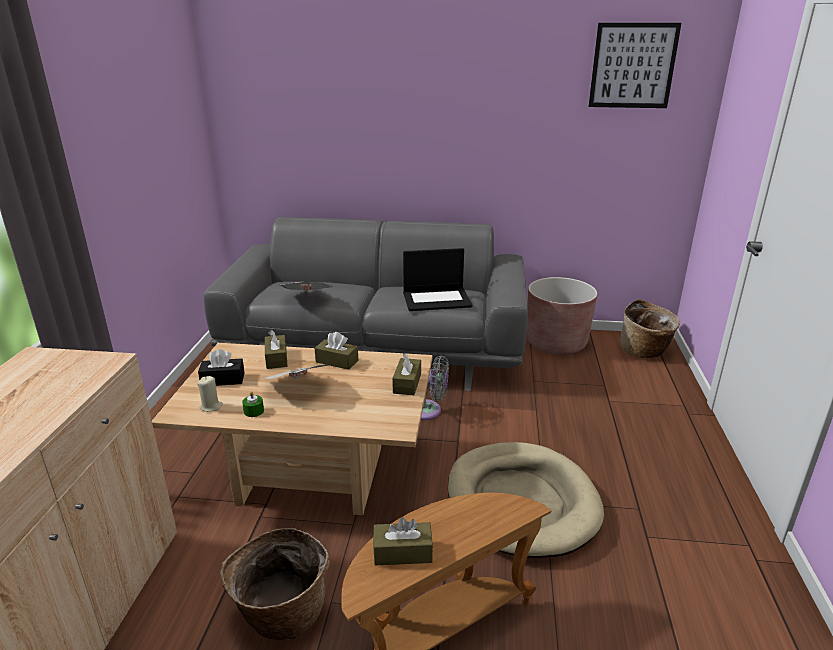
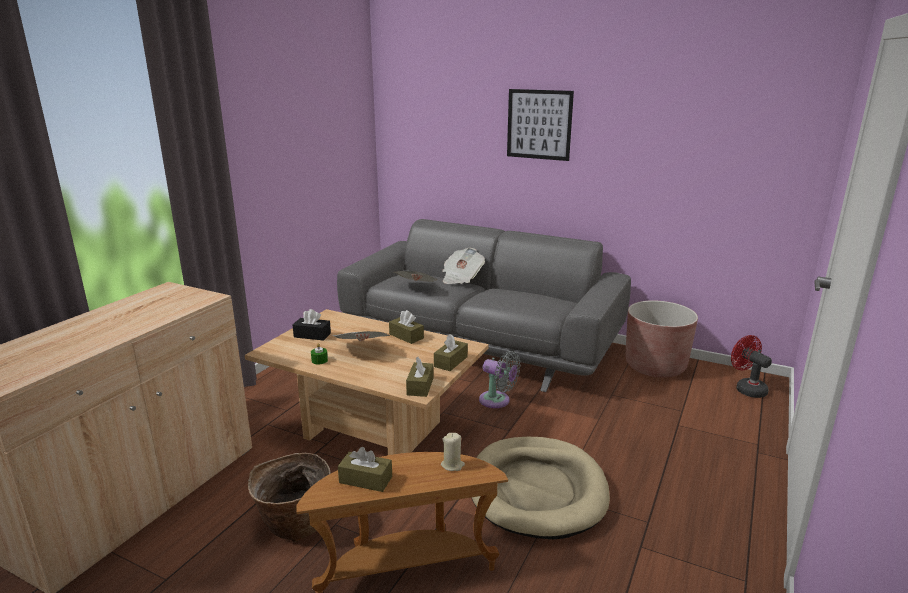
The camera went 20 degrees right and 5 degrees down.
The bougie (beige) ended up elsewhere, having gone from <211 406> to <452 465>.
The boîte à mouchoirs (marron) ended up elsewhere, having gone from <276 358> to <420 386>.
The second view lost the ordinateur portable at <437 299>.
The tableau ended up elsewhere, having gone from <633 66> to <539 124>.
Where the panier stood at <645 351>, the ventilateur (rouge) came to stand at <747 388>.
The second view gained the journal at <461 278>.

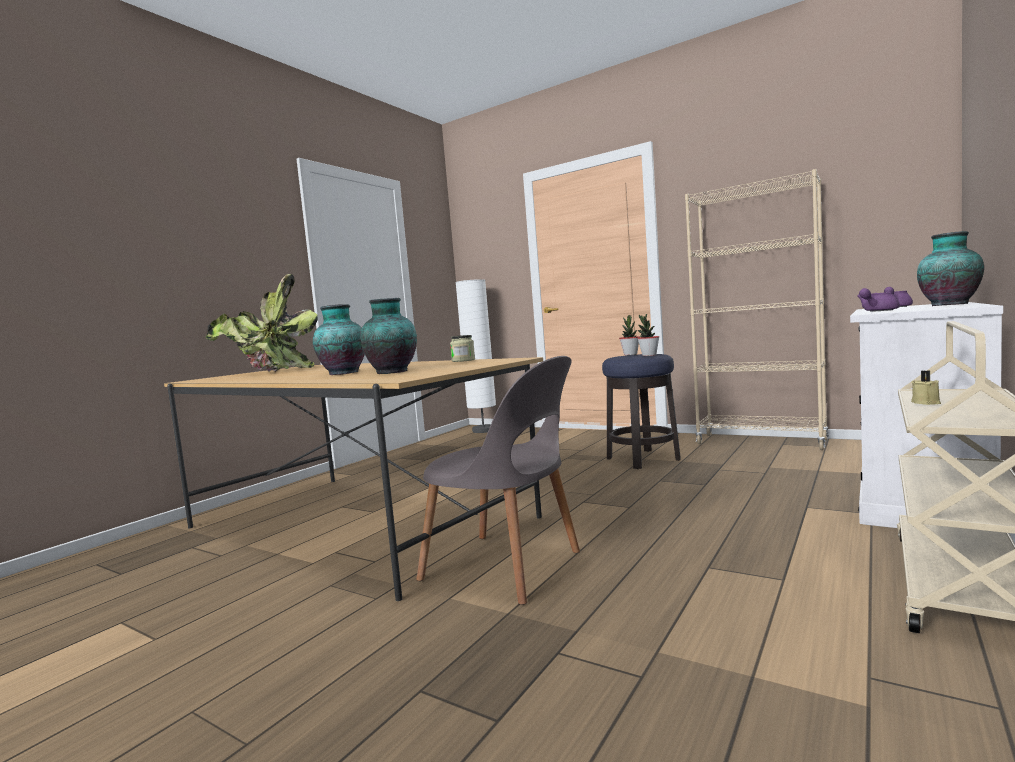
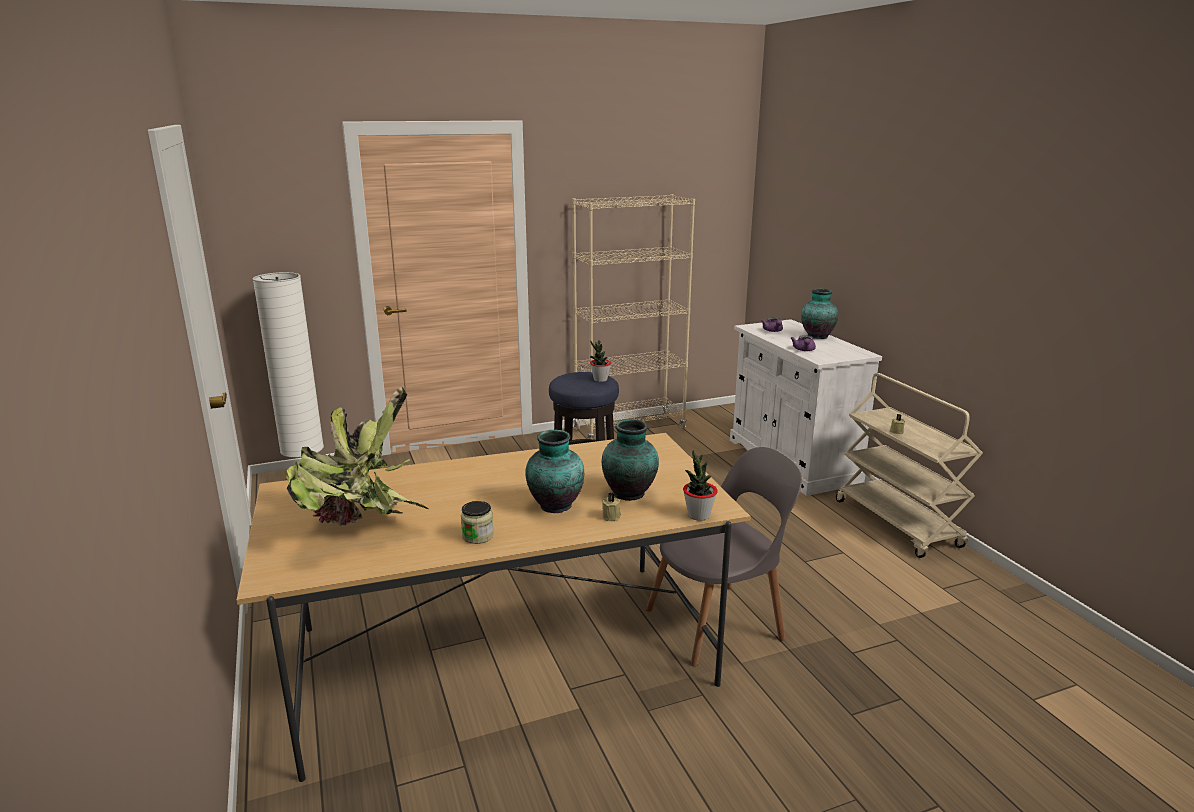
The camera went 55 degrees left and 15 degrees up.
The bocal ended up elsewhere, having gone from <463 360> to <478 536>.
The plante en pot ended up elsewhere, having gone from <630 354> to <698 515>.
The second view gained the bougie (beige) at <612 516>.

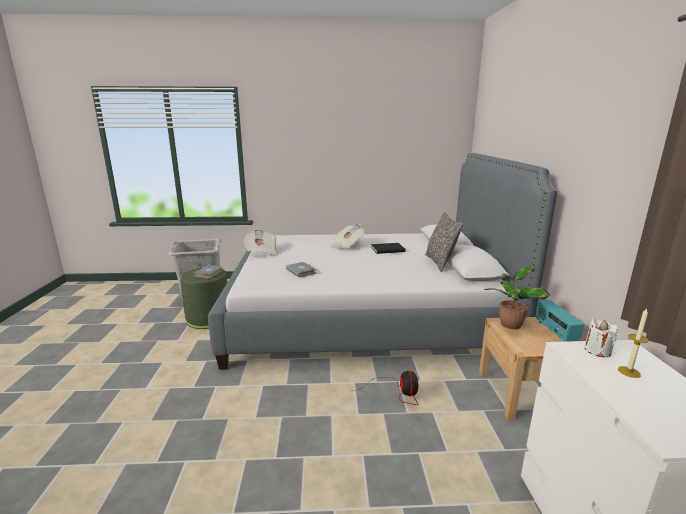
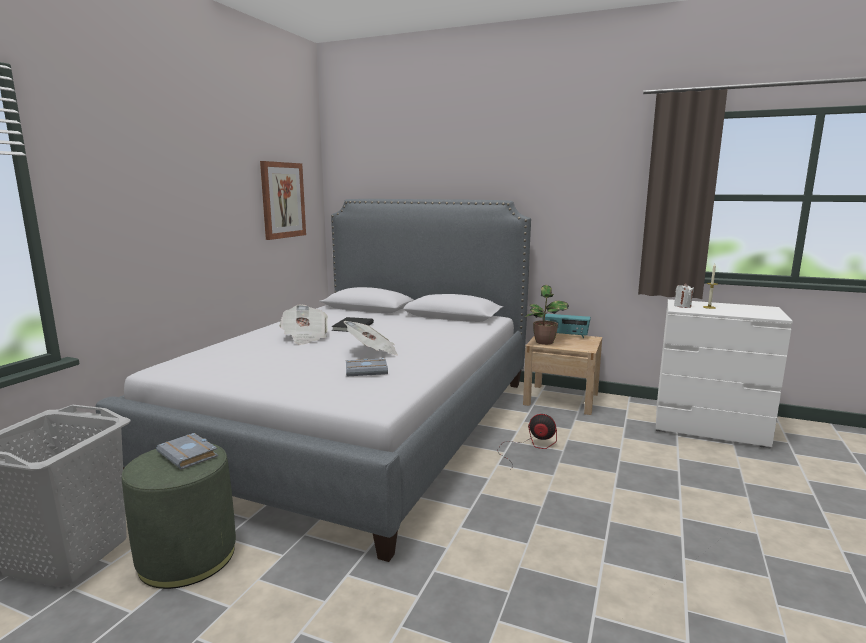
The camera went 65 degrees left and 5 degrees down.
The journal ended up elsewhere, having gone from <261 252> to <372 352>.
The second view lost the coussin at <440 262>.
The second view gained the tableau at <282 200>.

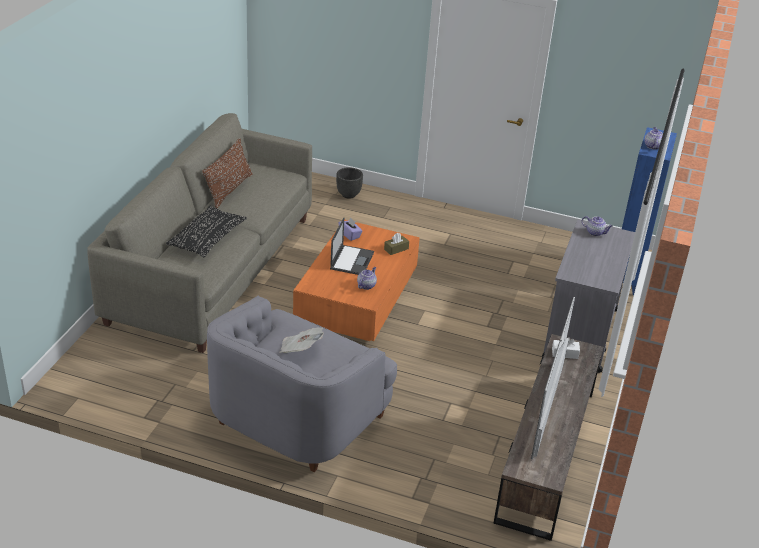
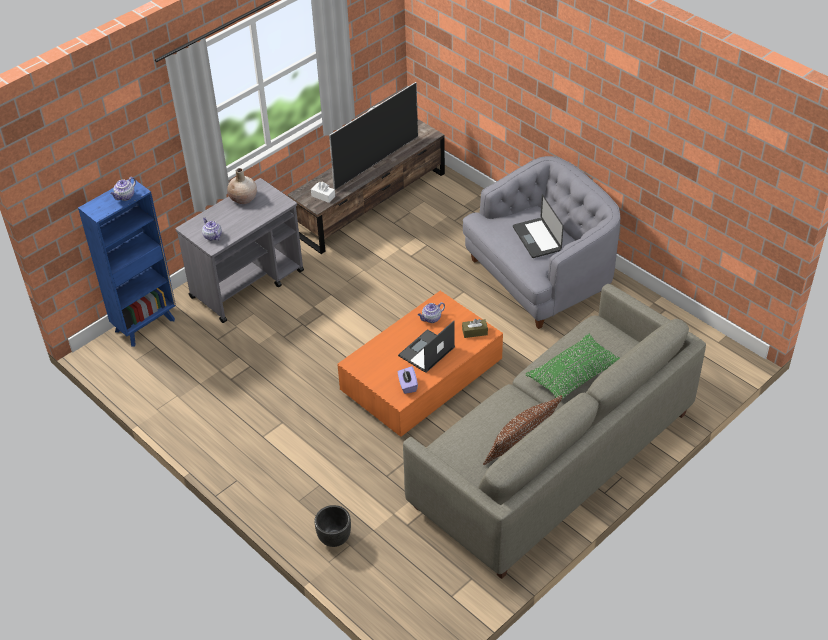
The camera went 150 degrees left and 10 degrees up.
What was the coussin (noir) at <207 239> turned into the coussin (vert) at <573 374>.
Where the journal stood at <300 349>, the ordinateur portable came to stand at <536 239>.
The boîte à mouchoirs (marron) ended up elsewhere, having gone from <396 249> to <474 332>.
The second view gained the vase (beige) at <243 198>.

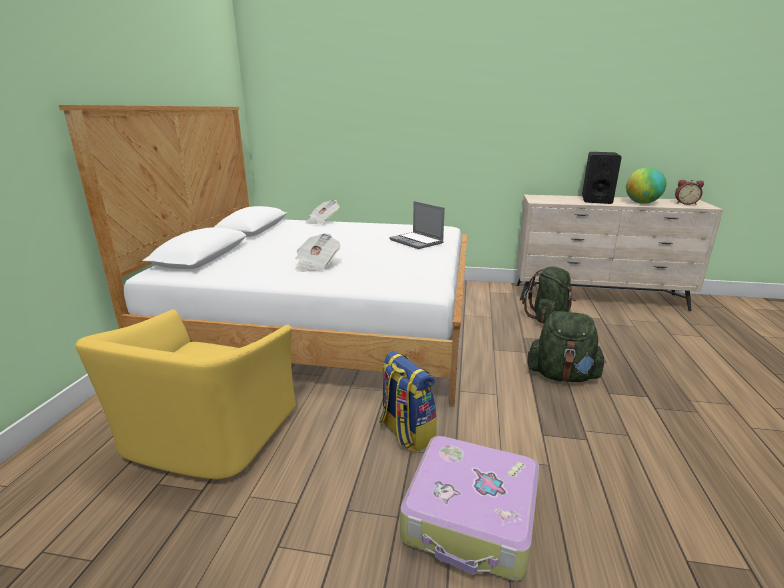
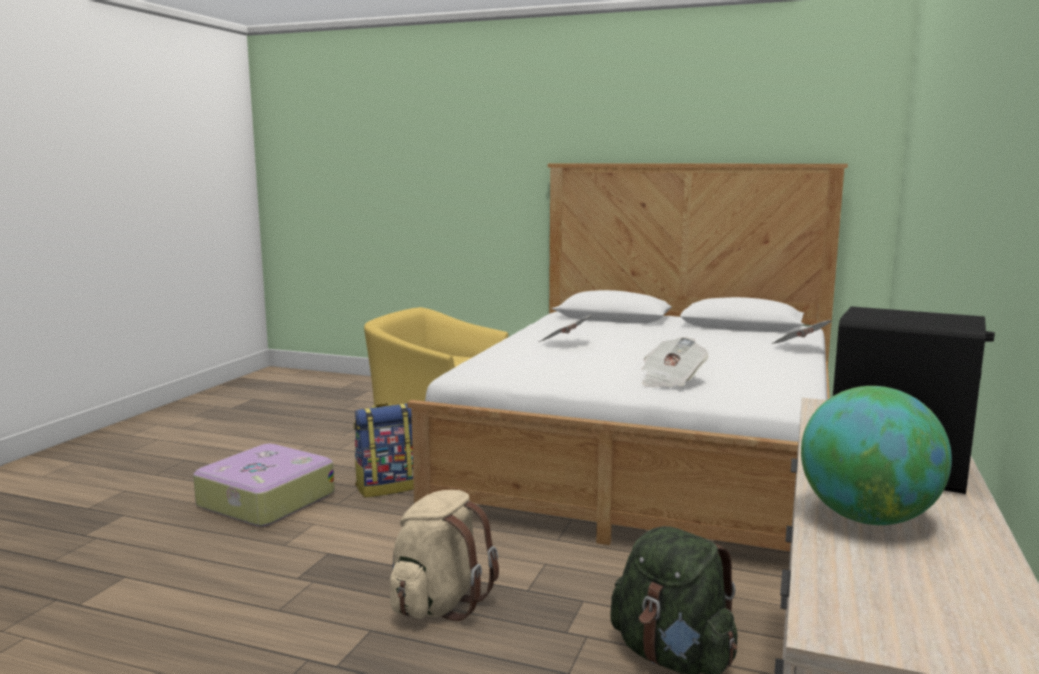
The camera went 100 degrees right and 10 degrees down.
Where the ordinateur portable stood at <417 241>, the journal came to stand at <670 381>.
What was the sac à dos (vert) at <562 376> turned into the sac à dos (beige) at <439 603>.
The second view lost the réveil at <685 203>.

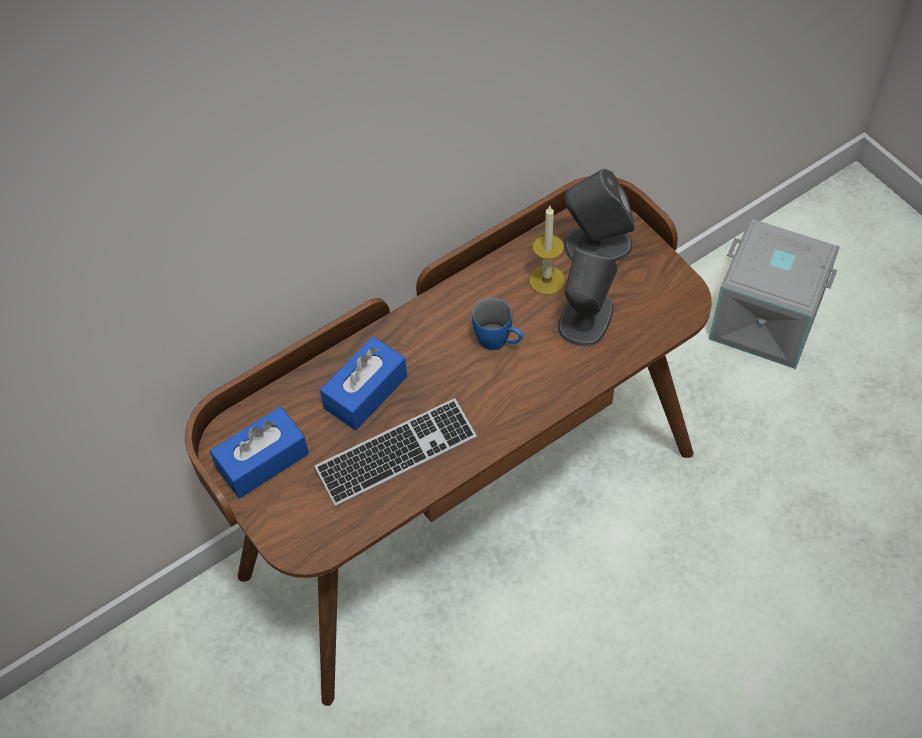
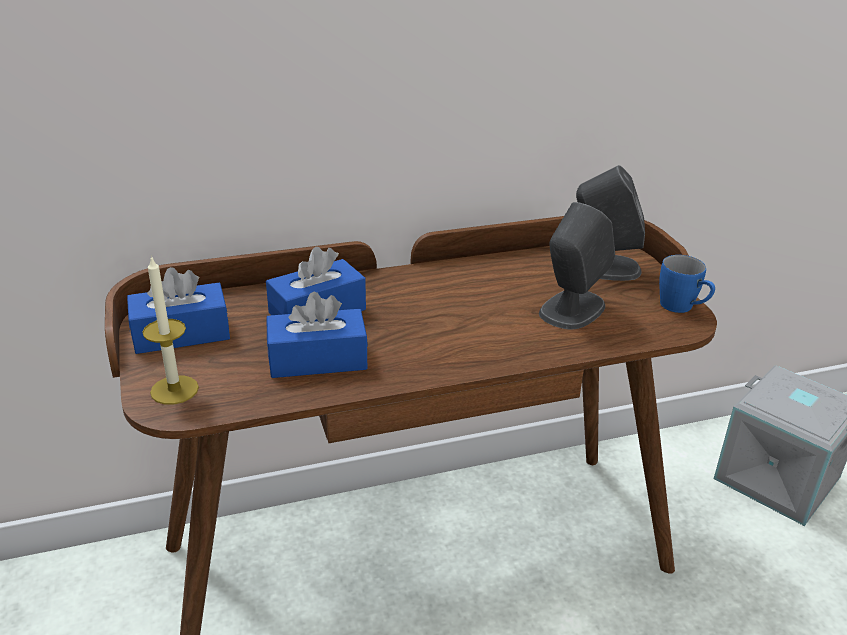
The camera went 15 degrees right and 25 degrees down.
Where the clavier stood at <396 454>, the boîte à mouchoirs (bleu) came to stand at <317 359>.
The mug (bleu) ended up elsewhere, having gone from <499 341> to <682 308>.
The bougie ended up elsewhere, having gone from <546 280> to <174 390>.

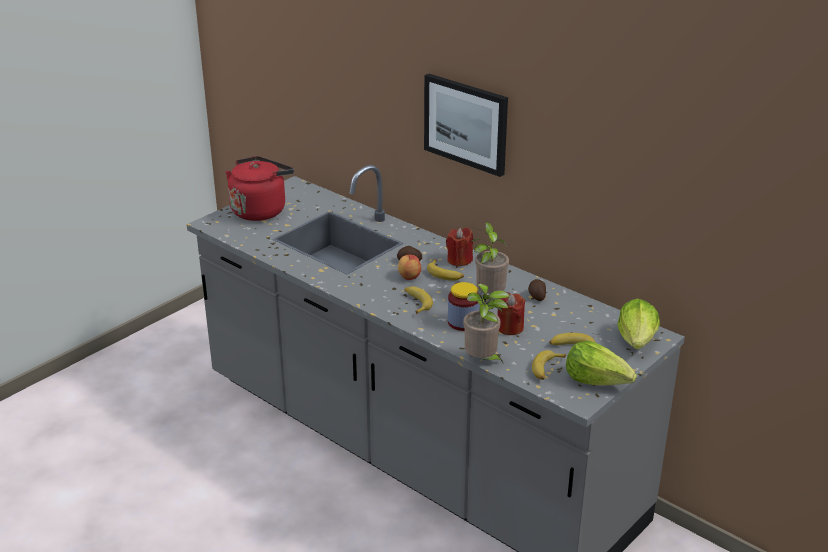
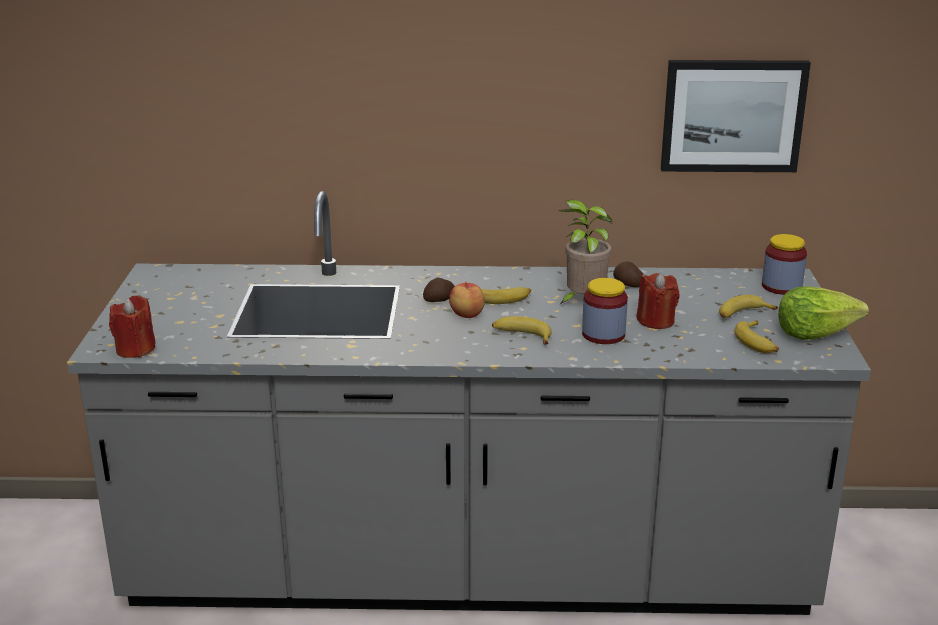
The camera went 40 degrees left and 5 degrees down.
The second view lost the bouilloire (rouge) at <260 210>.
The tableau ended up elsewhere, having gone from <466 123> to <732 115>.
The bougie (rouge) ended up elsewhere, having gone from <459 260> to <135 349>.
The second view lost the plante en pot at <482 361>.
Where the laitue stood at <637 340>, the bocal came to stand at <781 286>.

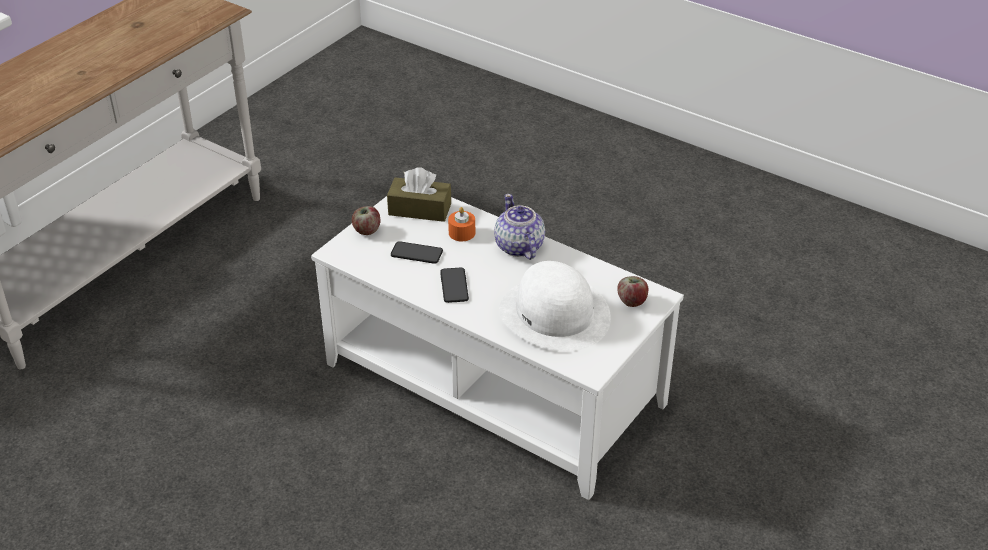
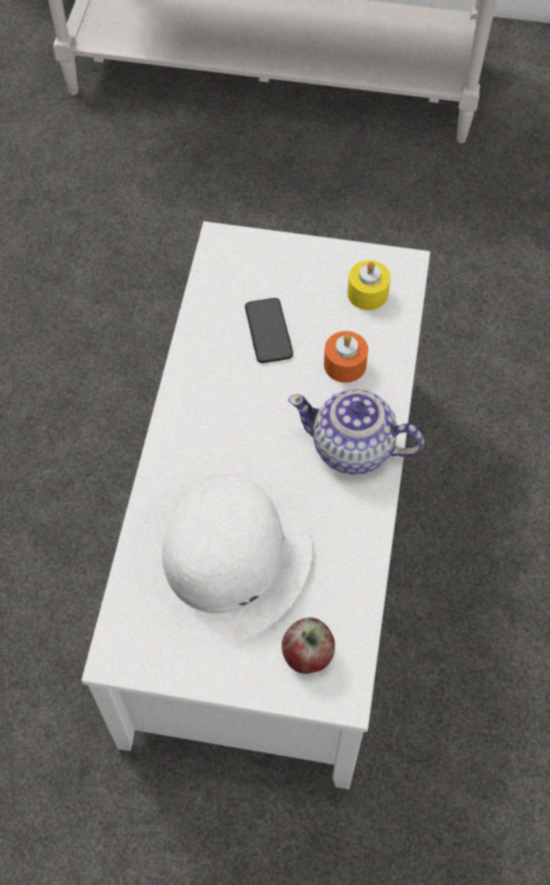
The camera went 65 degrees right and 20 degrees up.
The second view lost the pomme at <366 230>.
Where the boîte à mouchoirs (marron) stood at <419 209>, the bougie (jaune) came to stand at <367 293>.
The second view lost the téléphone at <454 286>.
The théière at <519 247> ended up facing another way, 120 degrees counterclockwise from before.

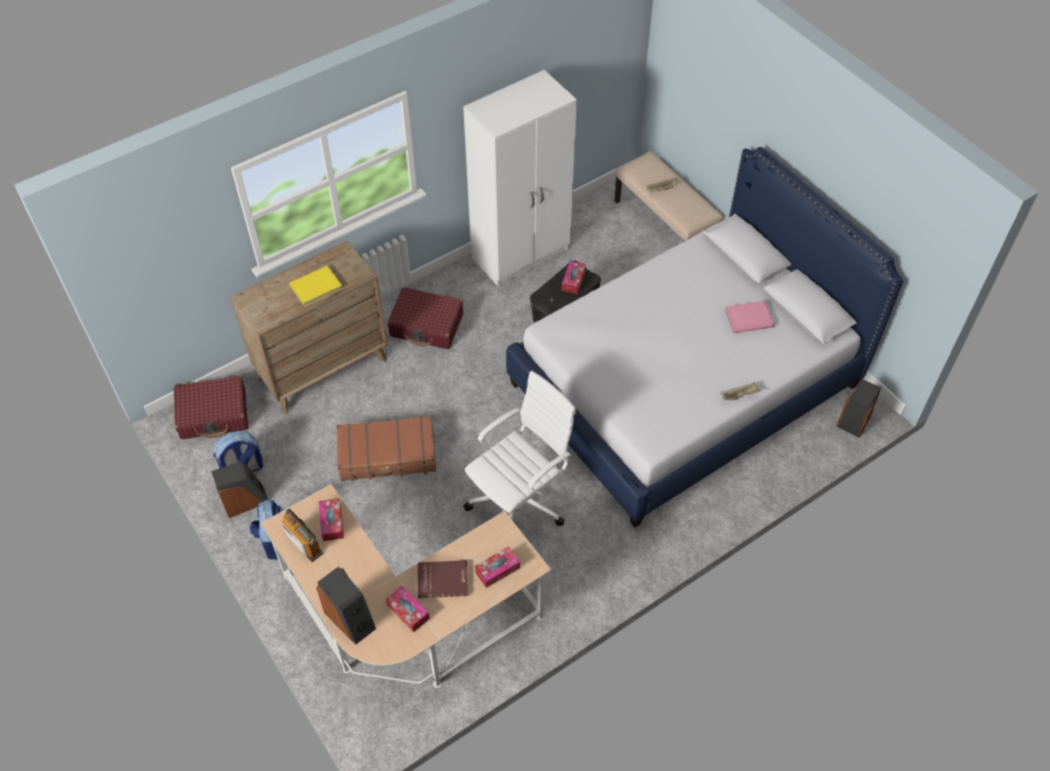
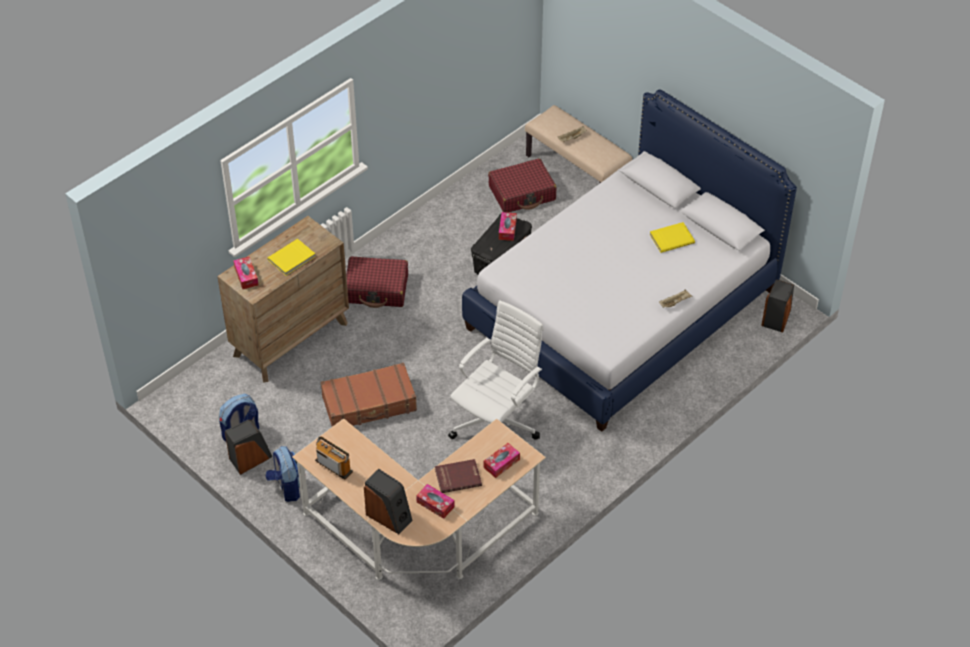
The camera went 10 degrees left and 5 degrees down.
The valise (rouge) ended up elsewhere, having gone from <214 414> to <522 193>.
The boîte à mouchoirs ended up elsewhere, having gone from <332 522> to <246 276>.
The second view lost the armoire (blanc) at <522 253>.
What was the livre (rose) at <748 318> turned into the livre (jaune) at <671 238>.

